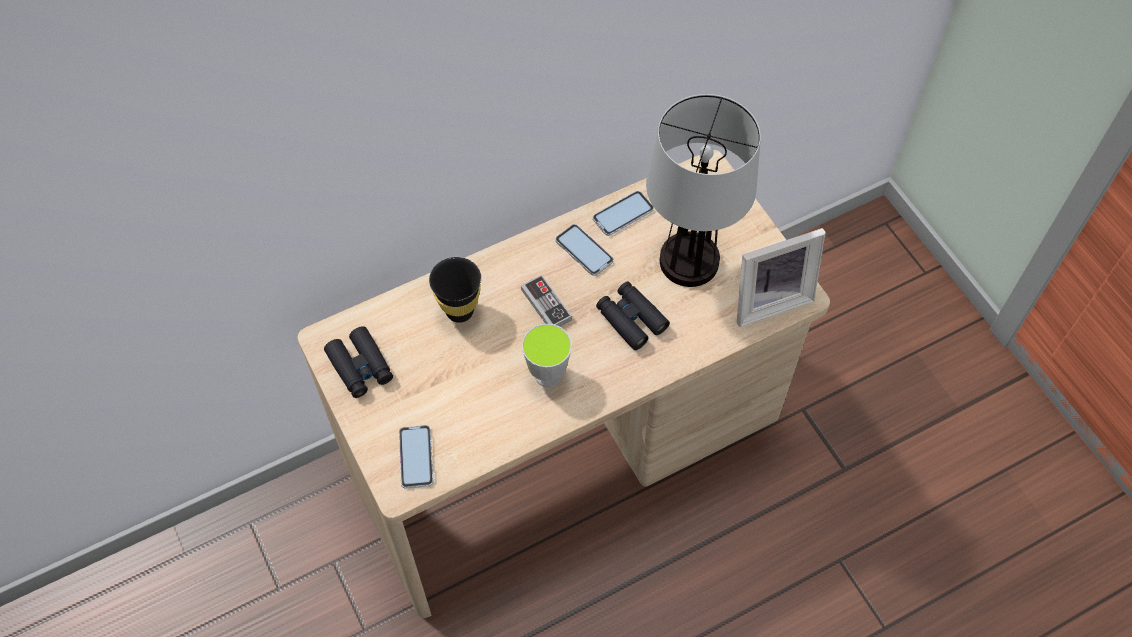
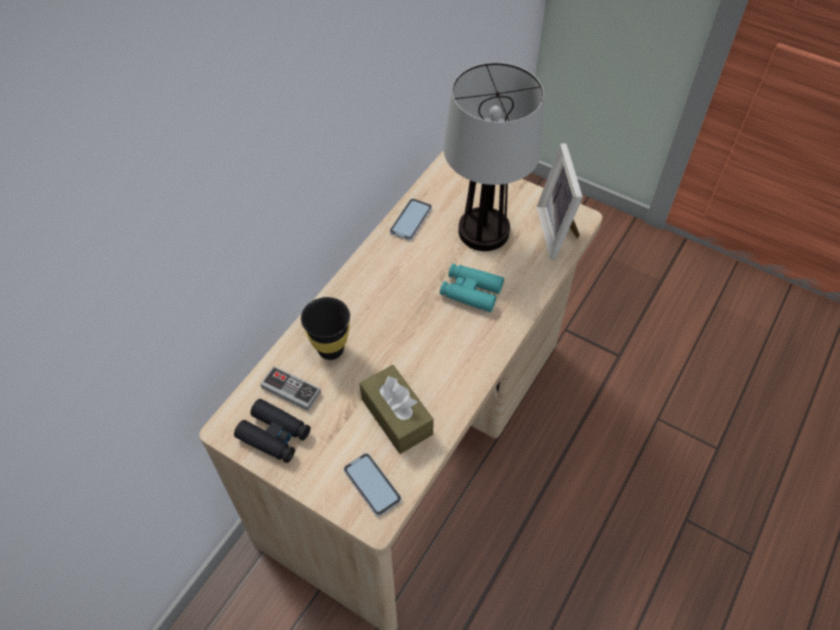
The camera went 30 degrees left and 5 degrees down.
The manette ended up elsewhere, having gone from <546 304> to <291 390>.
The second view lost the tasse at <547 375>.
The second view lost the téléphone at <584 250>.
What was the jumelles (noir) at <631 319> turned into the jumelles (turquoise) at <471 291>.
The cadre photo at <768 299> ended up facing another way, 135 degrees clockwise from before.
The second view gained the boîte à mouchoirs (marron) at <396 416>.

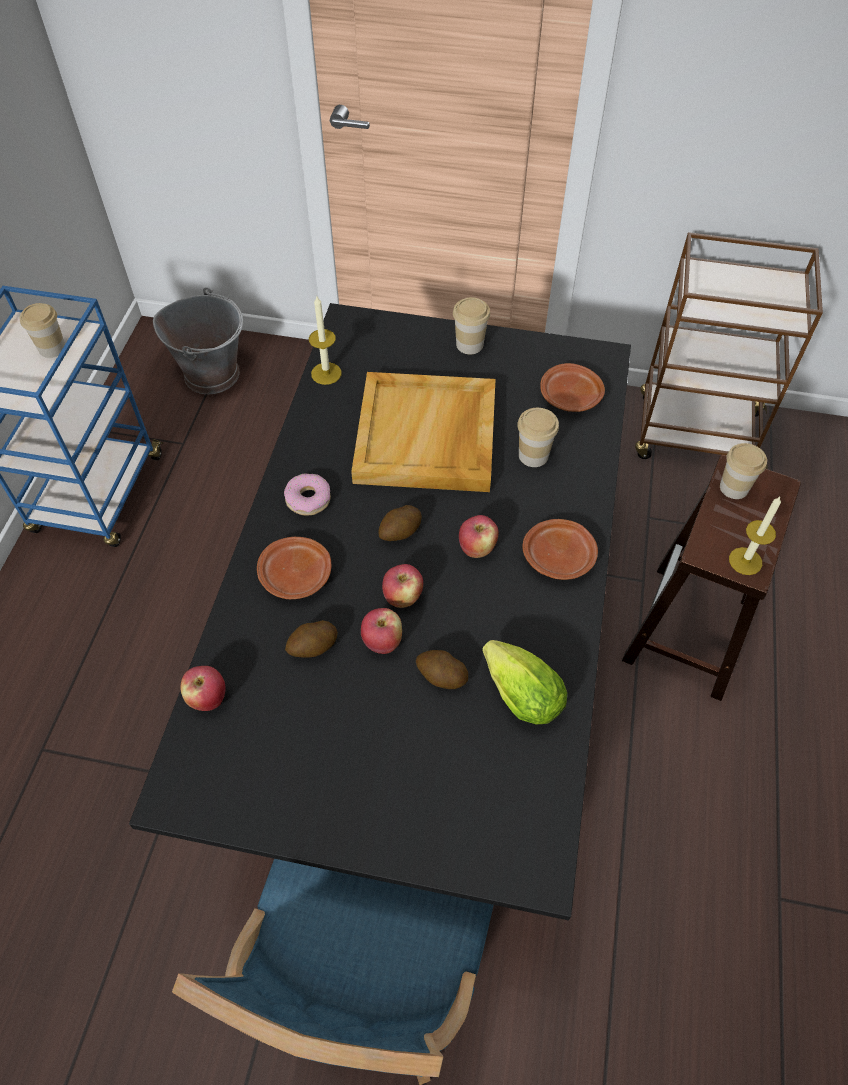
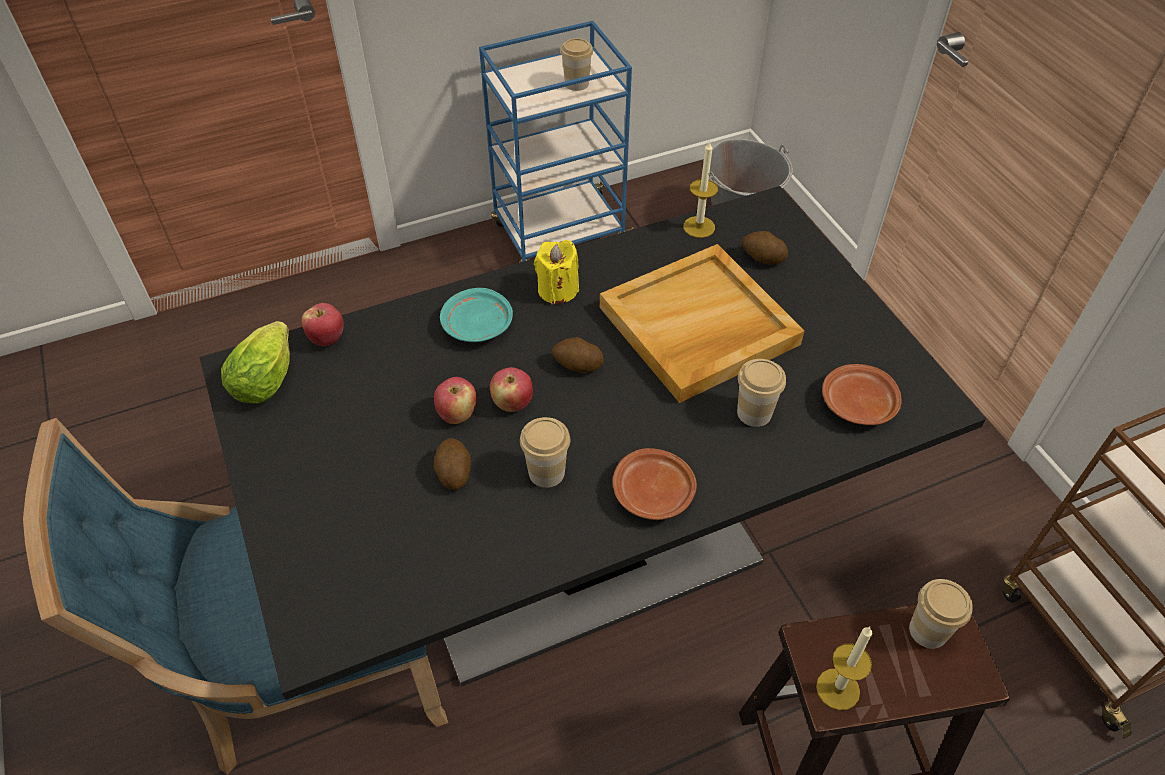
The camera went 55 degrees right and 5 degrees down.
What was the assiette (marron) at <296 575> turned into the assiette (turquoise) at <477 325>.
Where the beignet stood at <308 499>, the bougie (jaune) came to stand at <557 290>.
The pomme de terre ended up elsewhere, having gone from <313 647> to <762 258>.
The tasse ended up elsewhere, having gone from <469 344> to <546 472>.
The second view lost the pomme at <477 548>.
The laitue ended up elsewhere, having gone from <517 692> to <268 377>.

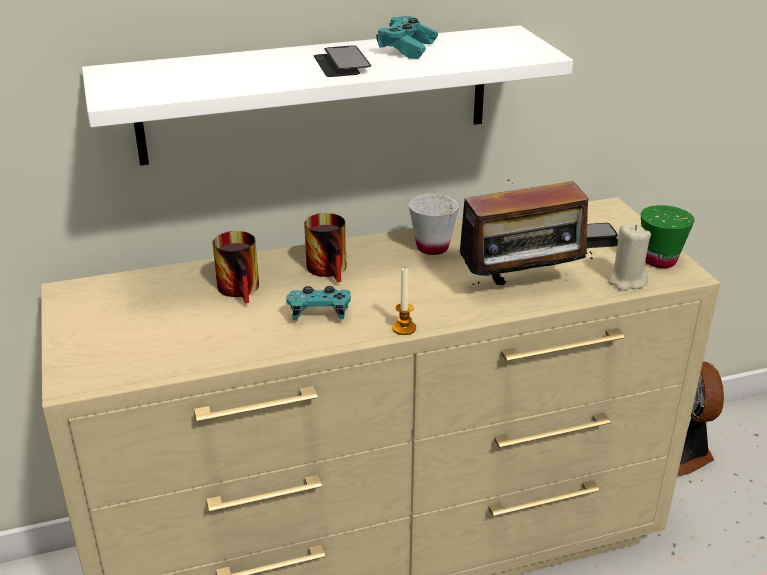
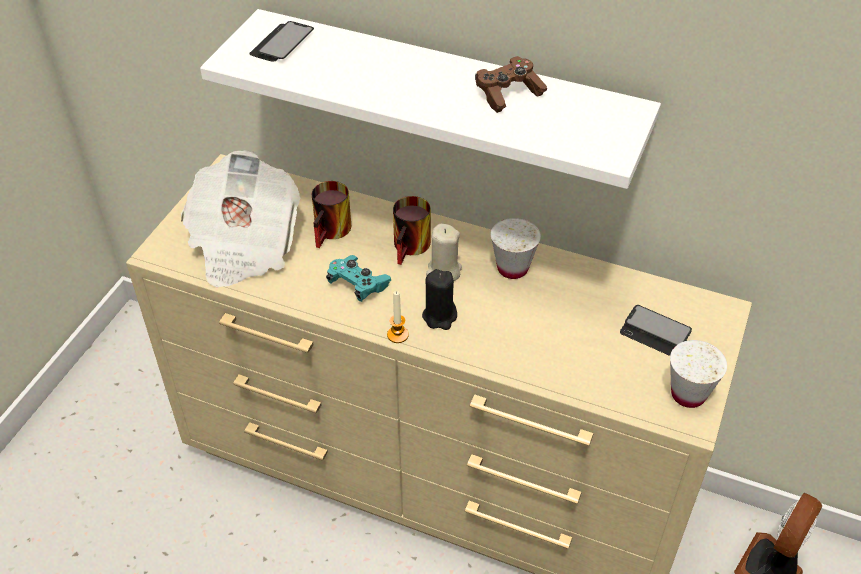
The camera went 40 degrees right and 15 degrees up.
The téléphone ended up elsewhere, having gone from <341 64> to <282 43>.
What was the manette (turquoise) at <407 49> turned into the manette (marron) at <508 94>.
The second view lost the radio at <521 287>.
The bougie (beige) ended up elsewhere, having gone from <626 281> to <443 271>.
What was the tasse (vert) at <659 260> turned into the tasse (blanc) at <688 394>.
The second view gained the journal at <243 244>.
The second view gained the bougie (noir) at <440 316>.

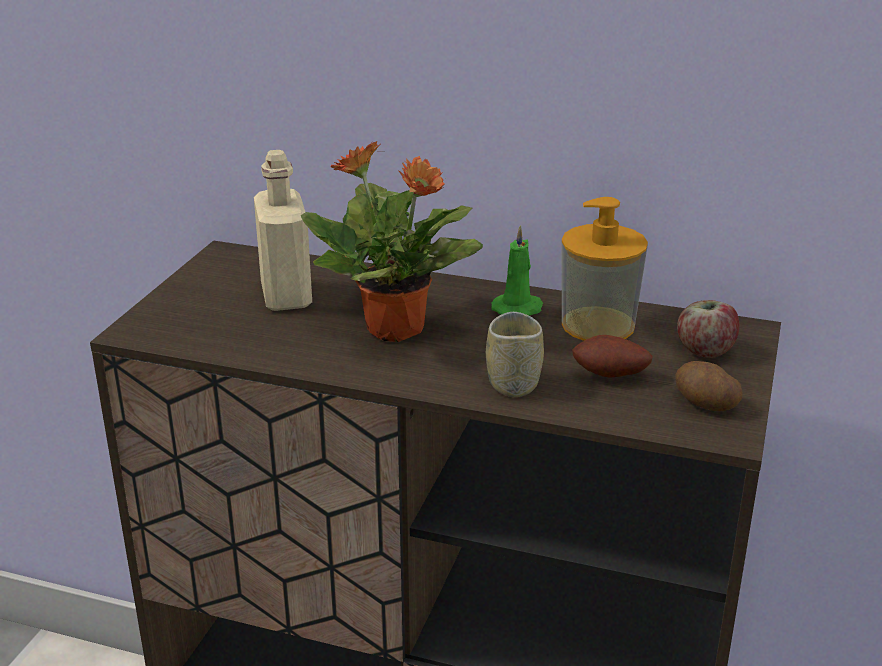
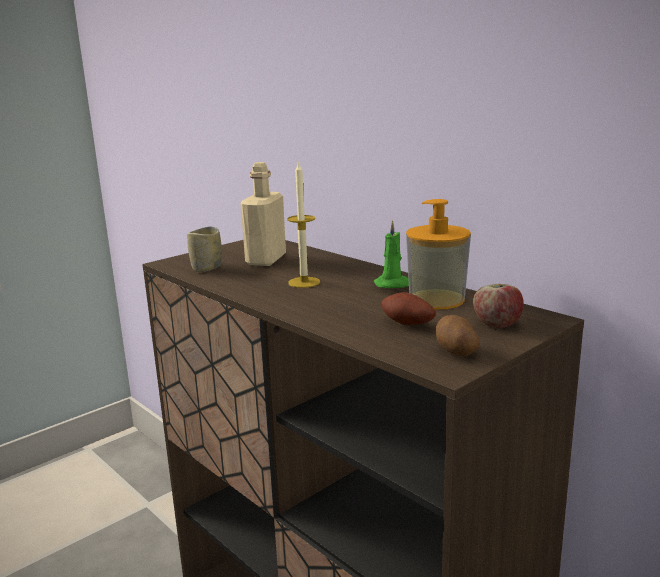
The camera went 30 degrees right and 10 degrees down.
Where the plante en pot stood at <396 330>, the bougie came to stand at <304 282>.
The tasse ended up elsewhere, having gone from <513 384> to <206 268>.

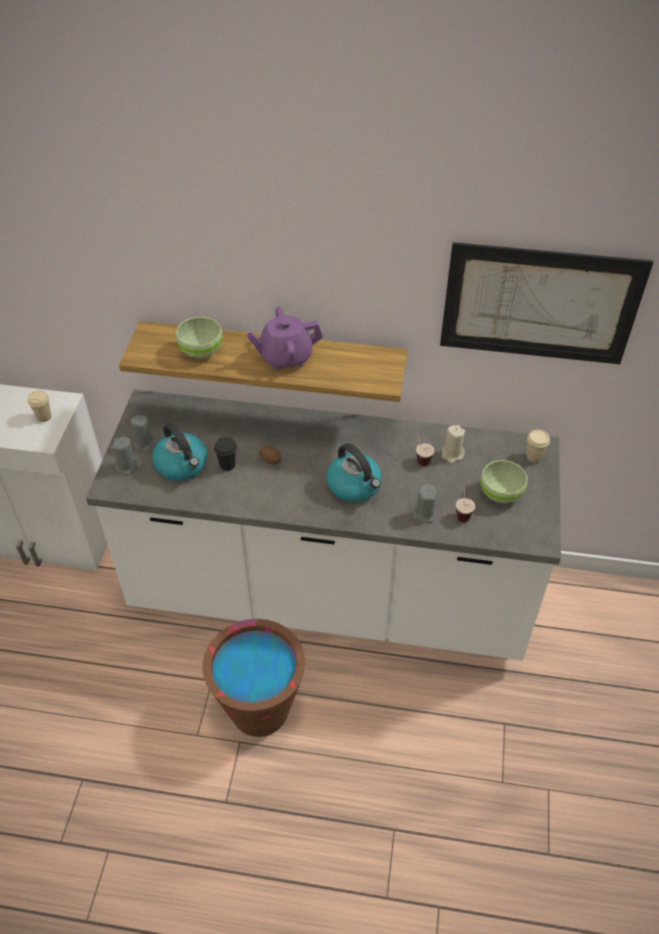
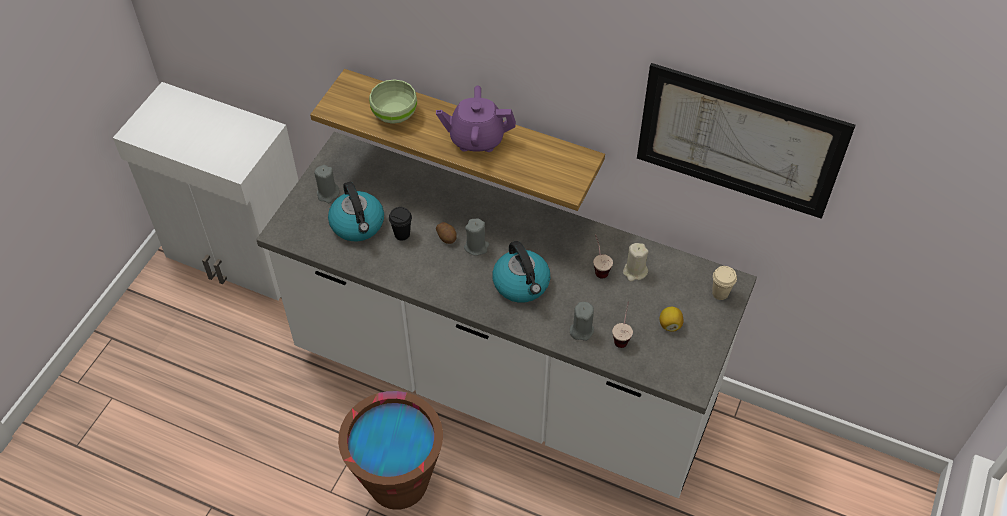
The camera went 15 degrees right and 5 degrees up.
The second view lost the tasse (beige) at <44 417>.
The bougie (gris) ended up elsewhere, having gone from <127 466> to <476 247>.
Where the bol (vert) stood at <500 493>, the citron came to stand at <670 325>.

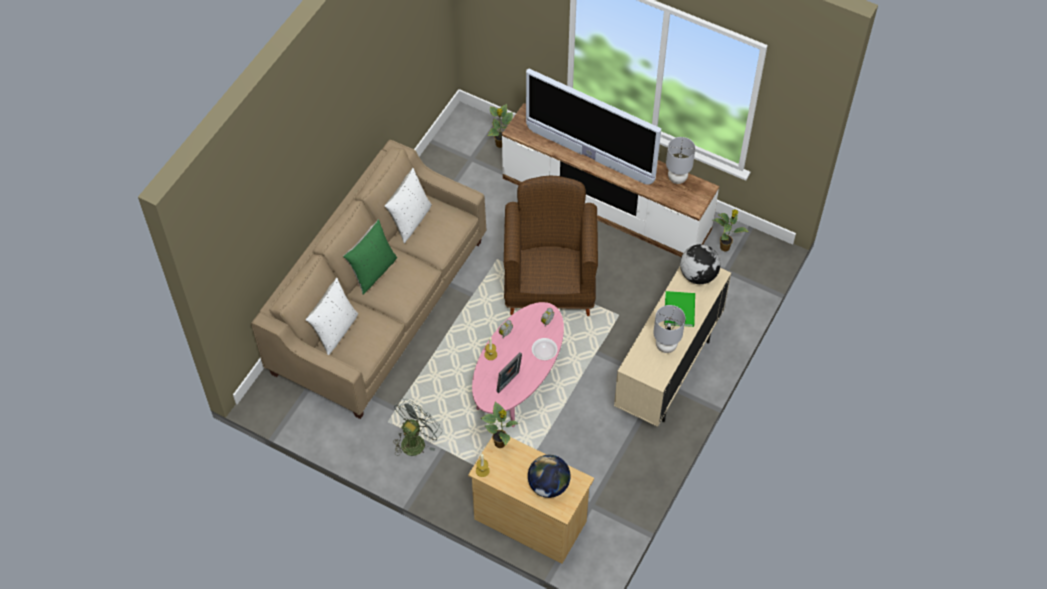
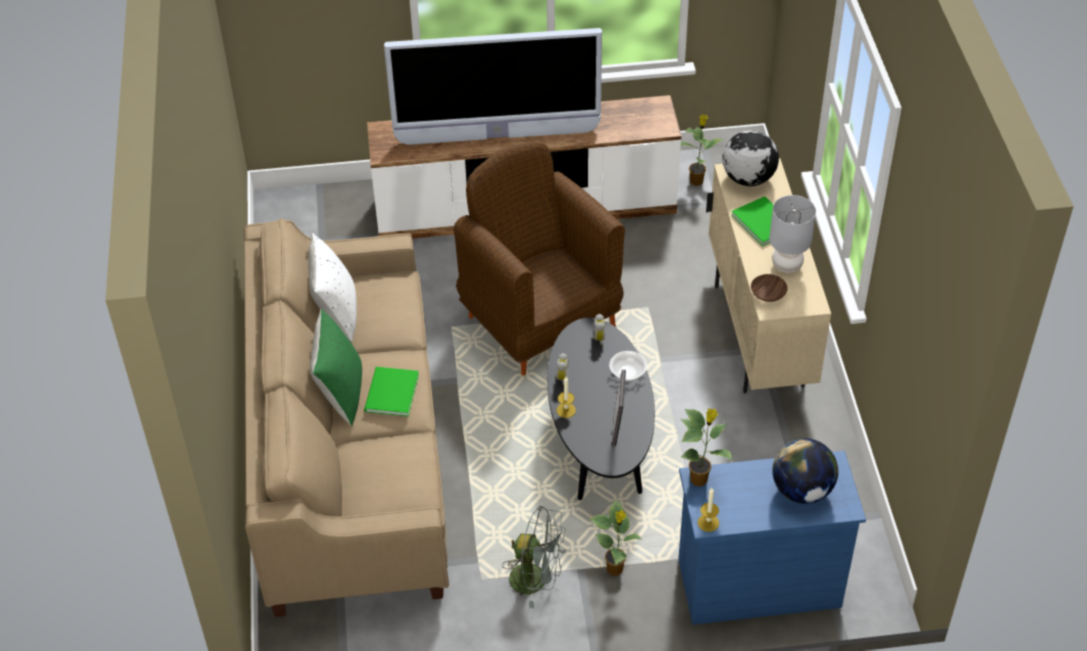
The camera went 35 degrees left and 10 degrees down.
The second view lost the coussin (blanc) at <335 330>.
The ventilateur (gris) at <415 440> ended up facing another way, 105 degrees clockwise from before.
What was the commode (beige) at <529 519> turned into the commode (bleu) at <758 583>.
What was the table basse (rose) at <518 381> turned into the table basse (noir) at <599 440>.
The plante en pot ended up elsewhere, having gone from <500 144> to <615 570>.
The second view lost the lampe de table (gris) at <677 178>.
The second view gained the livre (vert) at <390 394>.
The second view gained the bol (marron) at <767 294>.

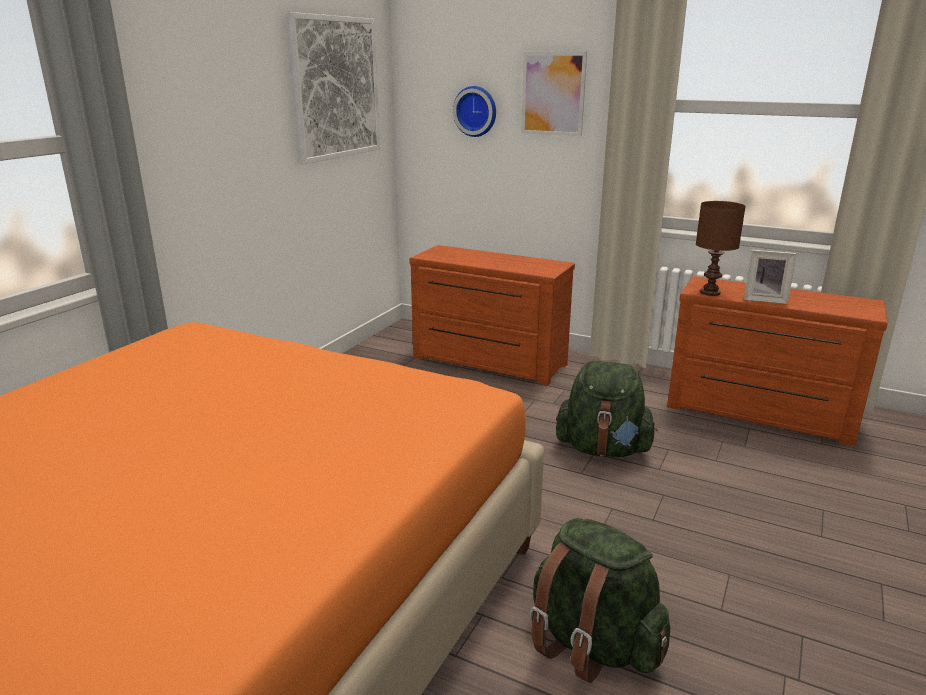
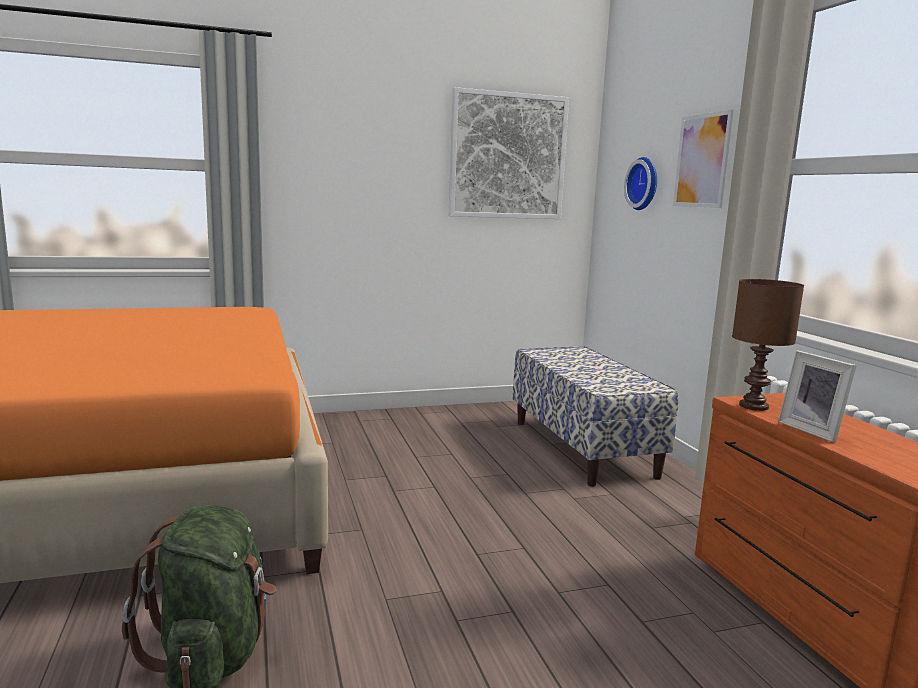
The camera went 45 degrees right and 10 degrees down.
Where the commode (marron) stood at <487 362>, the banc came to stand at <583 448>.
The second view lost the sac à dos (vert) at <603 449>.

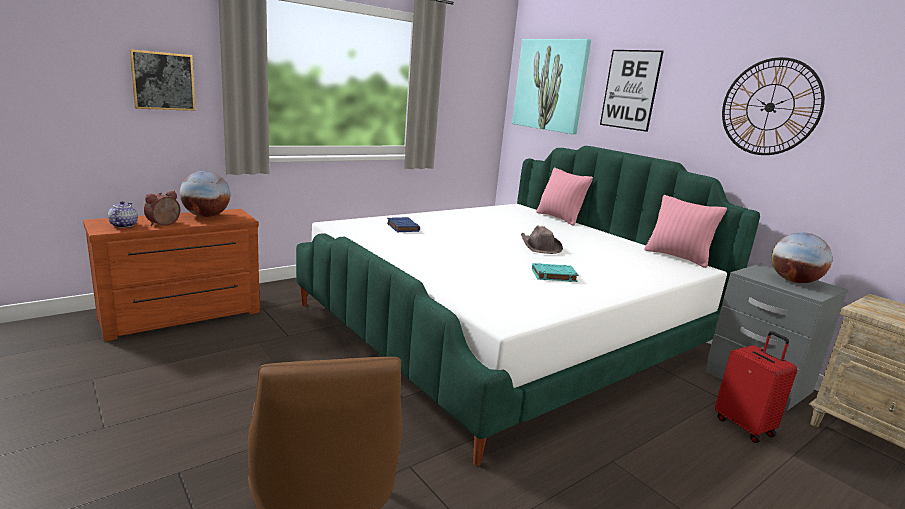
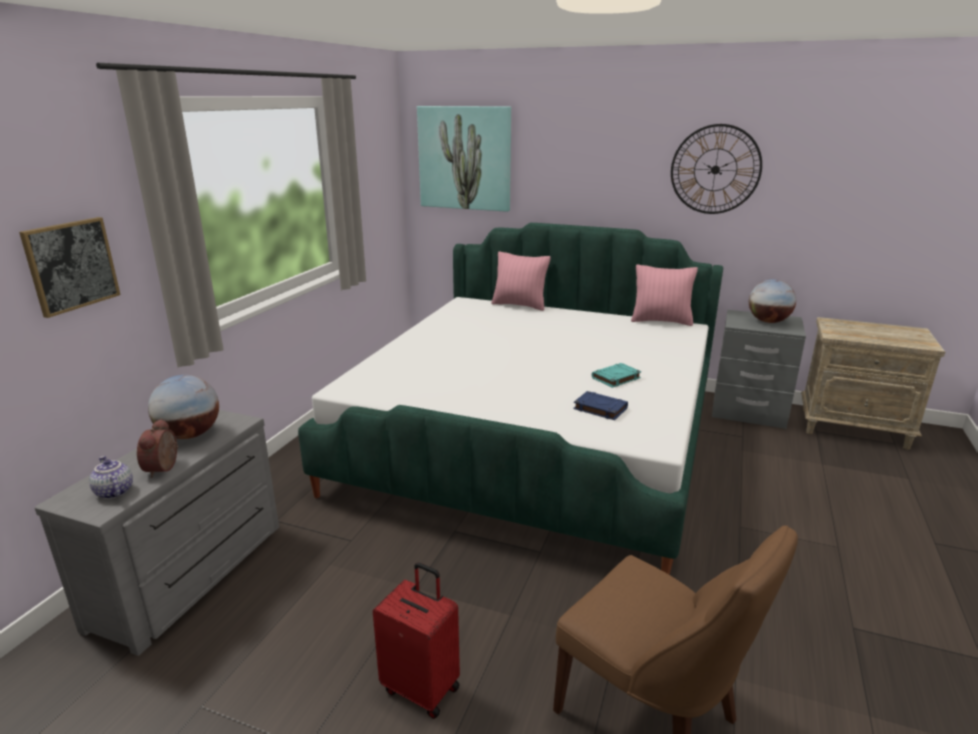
The camera went 30 degrees left and 5 degrees up.
What was the commode (marron) at <183 316> turned into the commode (gris) at <194 575>.
The livre (bleu) ended up elsewhere, having gone from <402 227> to <599 408>.
The second view lost the chapeau (marron) at <539 246>.
The second view lost the tableau at <630 90>.
The valise (rouge) ended up elsewhere, having gone from <744 426> to <422 688>.

